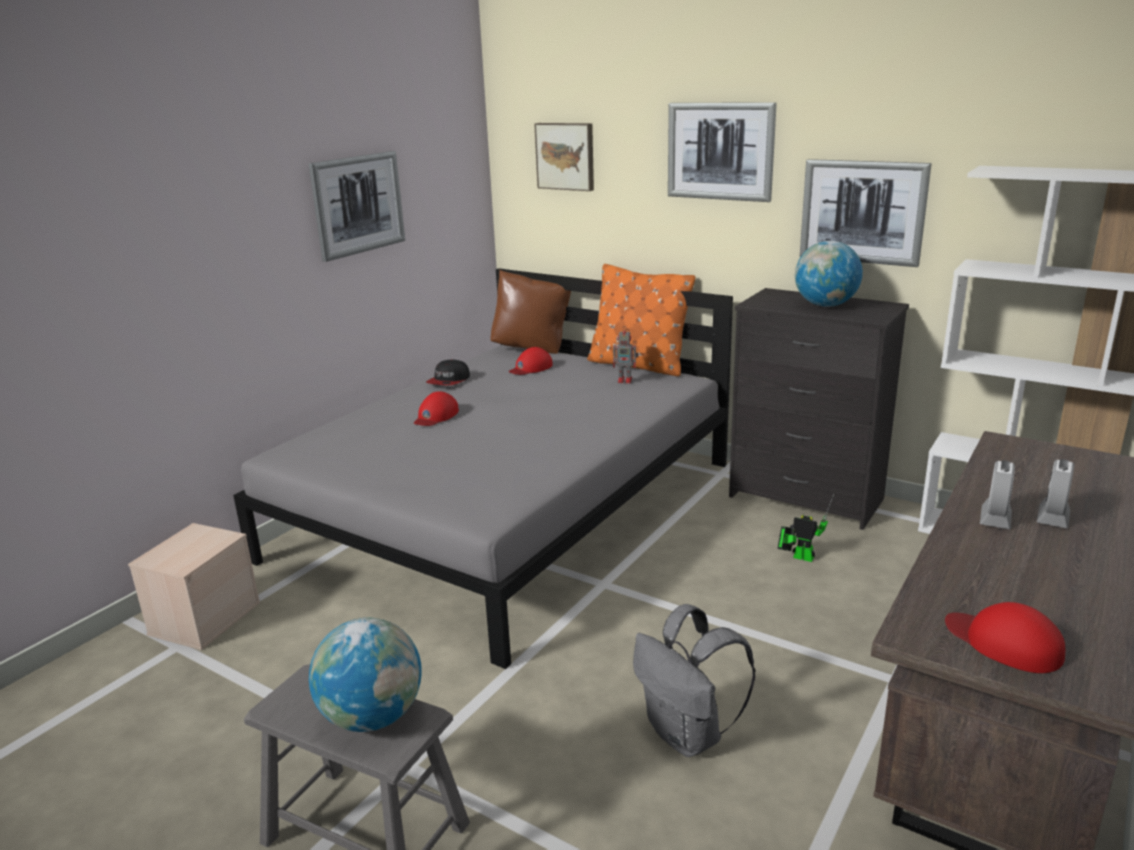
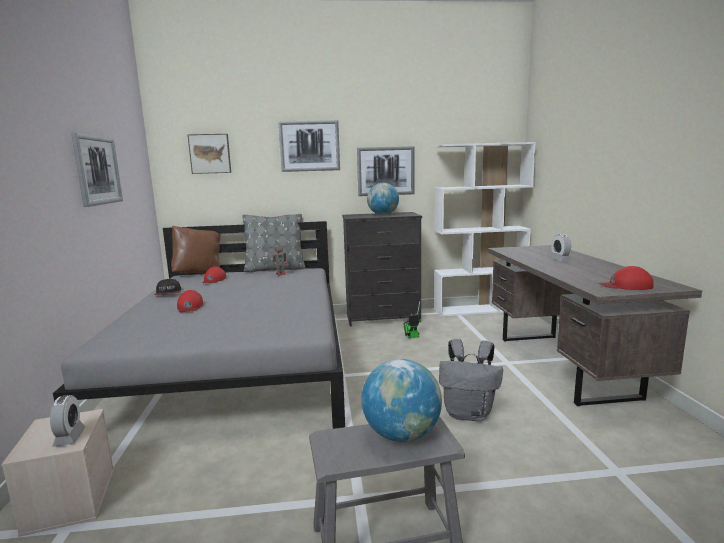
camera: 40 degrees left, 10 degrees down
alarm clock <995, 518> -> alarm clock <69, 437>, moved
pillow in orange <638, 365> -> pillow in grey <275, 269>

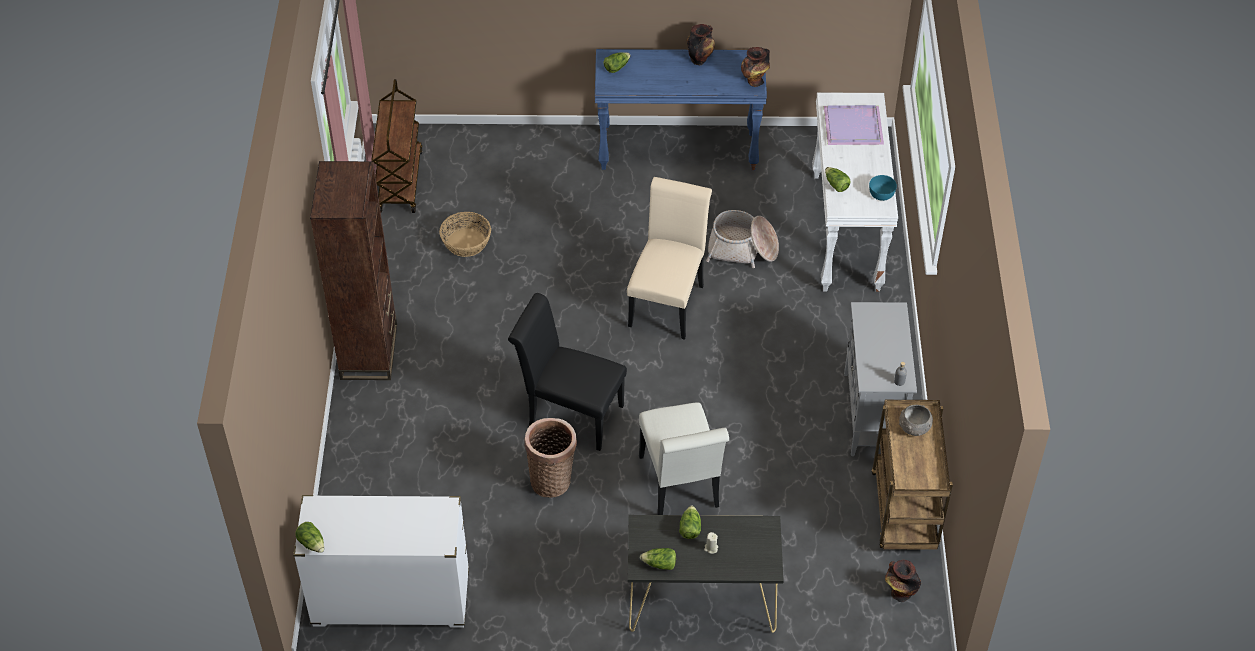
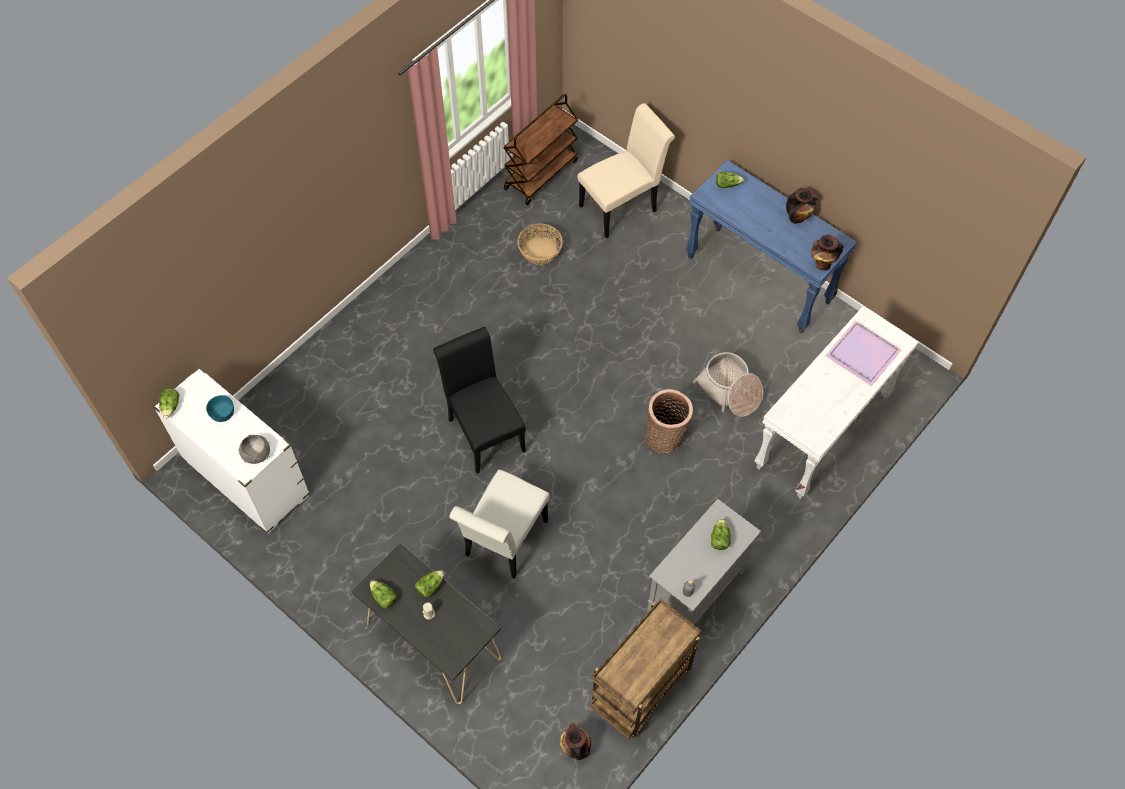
camera: 40 degrees right, 10 degrees up
bowl in turquoise <881, 194> -> bowl in turquoise <222, 413>, moved
bowl in grey <914, 427> -> bowl in grey <256, 454>, moved
chair in beige <668, 301> -> chair in beige <622, 206>, moved
basket <552, 479> -> basket <665, 438>, moved
lettuce <836, 185> -> lettuce <719, 538>, moved
bookcase in brown <369, 351> -> none

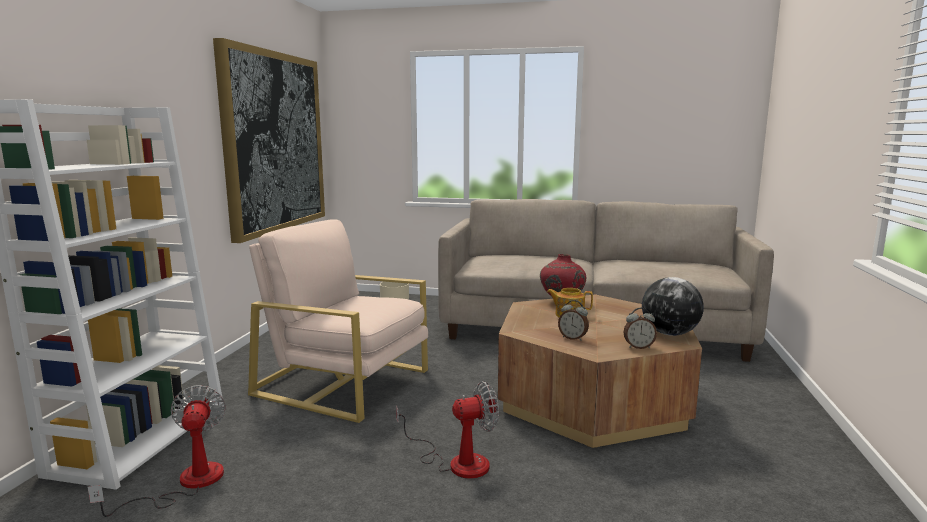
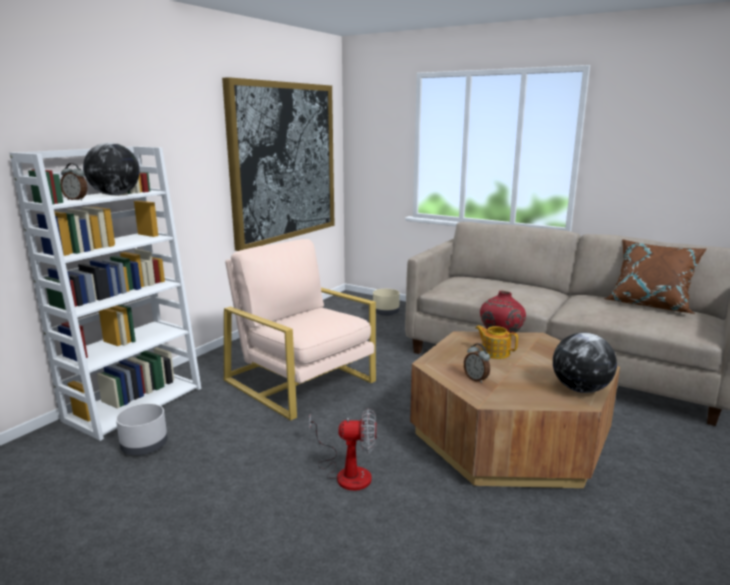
camera: 20 degrees right, 5 degrees up
alarm clock <638, 347> -> alarm clock <76, 199>, moved
none -> globe <115, 195>
fan <186, 484> -> planter in grey <144, 446>
none -> pillow in brown <650, 304>

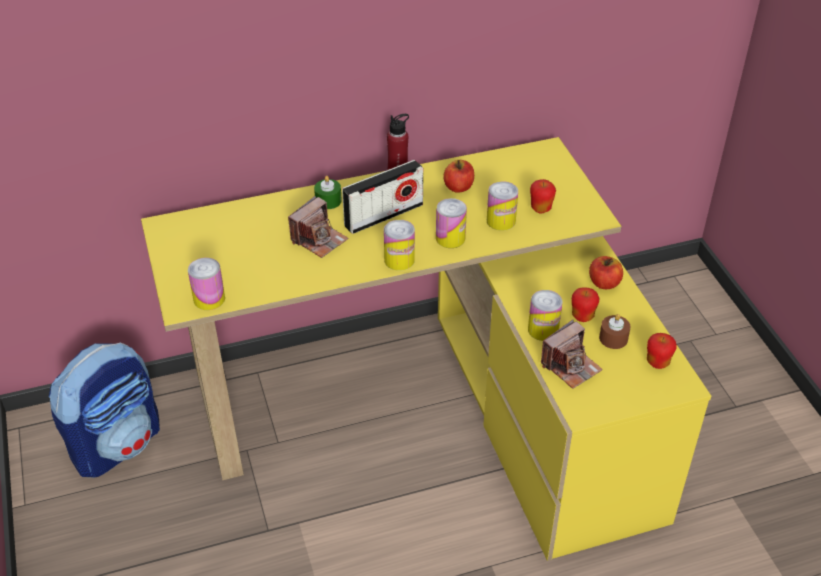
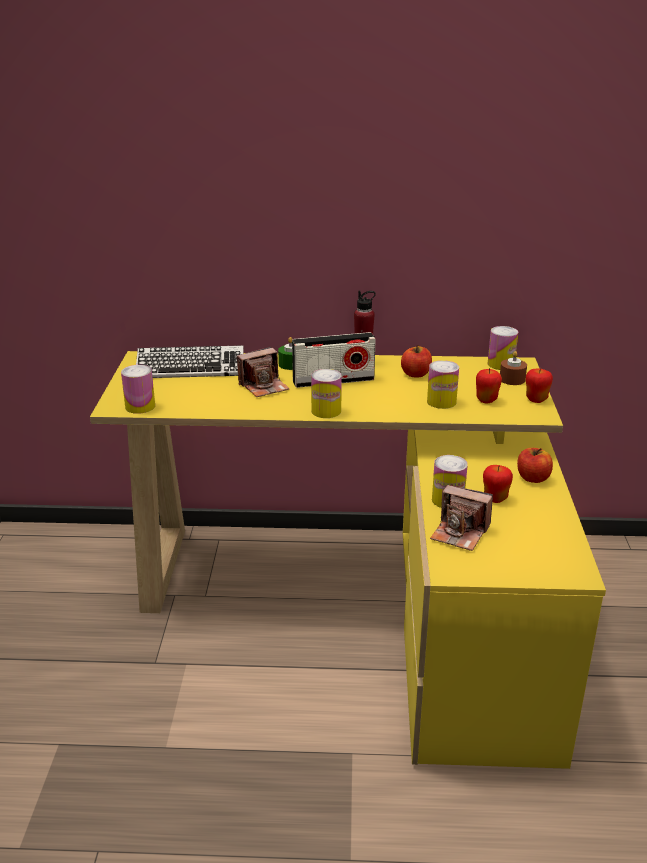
camera: 20 degrees right, 15 degrees down
none -> keyboard <190, 369>
photo camera <570, 366> -> photo camera <460, 533>, 45 degrees clockwise
can <450, 238> -> can <501, 364>, moved
candle in brown <613, 338> -> candle in brown <512, 379>, moved
apple <657, 363> -> apple <536, 399>, moved
backpack <117, 443> -> none

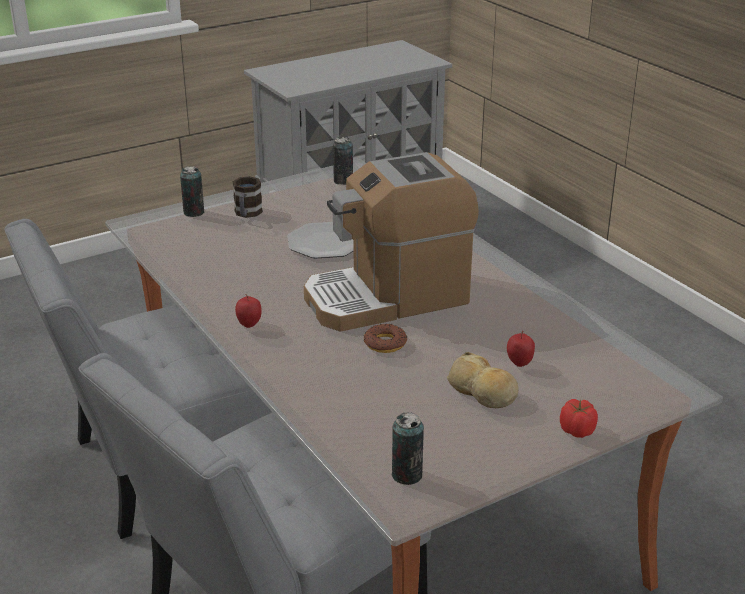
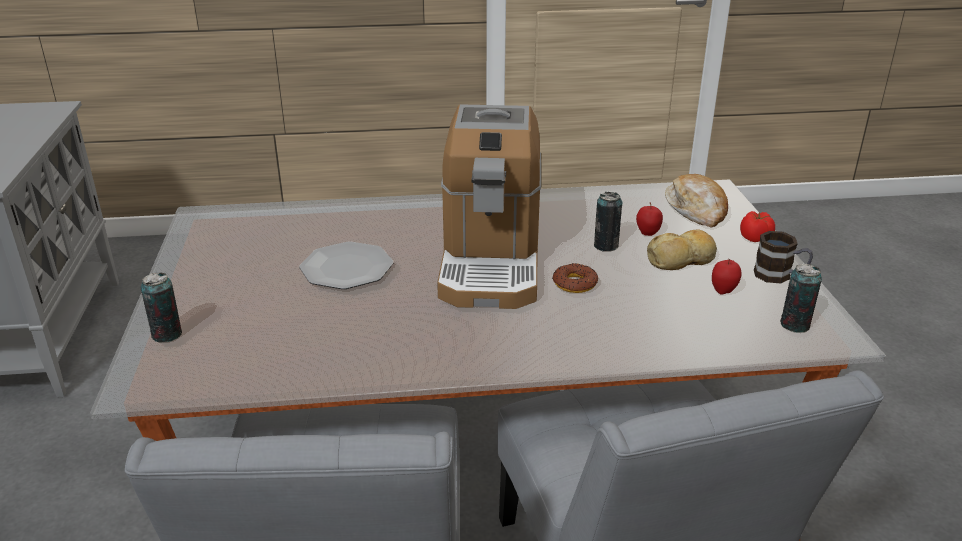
camera: 65 degrees left, 0 degrees up
can <343, 181> -> can <606, 246>, moved
none -> bread <697, 210>
apple <249, 325> -> apple <723, 291>, moved
mug <247, 214> -> mug <779, 276>, moved

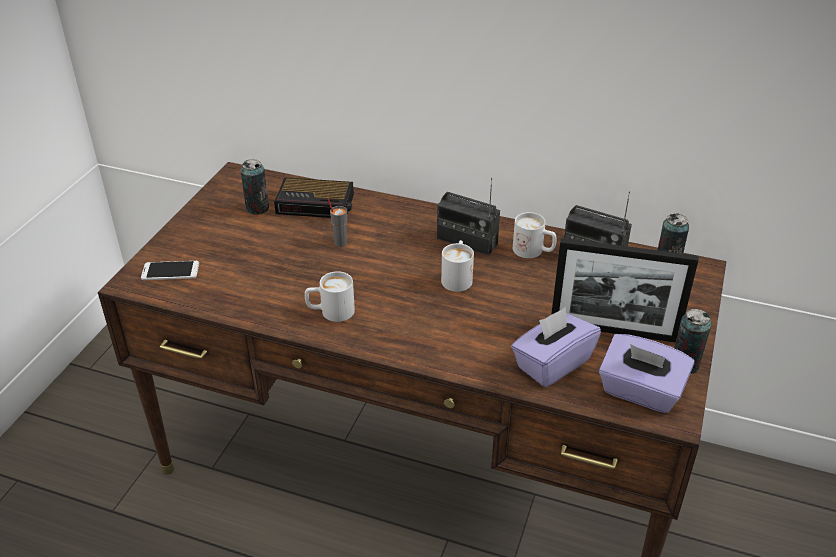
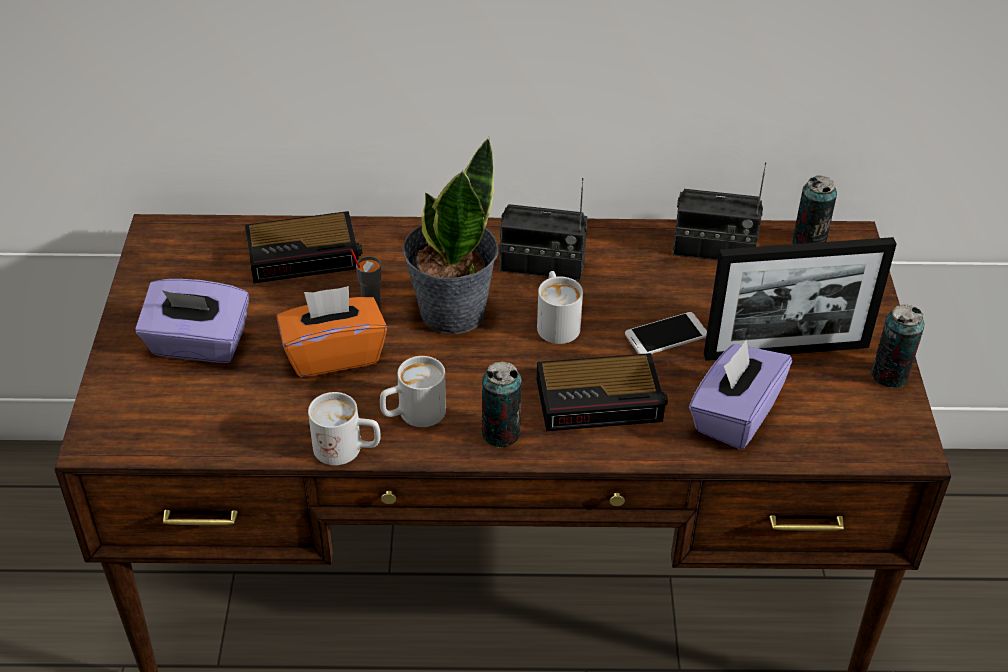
camera: 20 degrees left, 5 degrees up
tissue box in purple <640, 392> -> tissue box in purple <198, 345>, moved
none -> tissue box in orange <334, 354>
mug in white <533, 251> -> mug in white <347, 449>, moved
none -> potted plant <451, 311>
can <257, 208> -> can <501, 433>, moved
none -> alarm clock <601, 400>
phone <170, 271> -> phone <666, 335>, moved

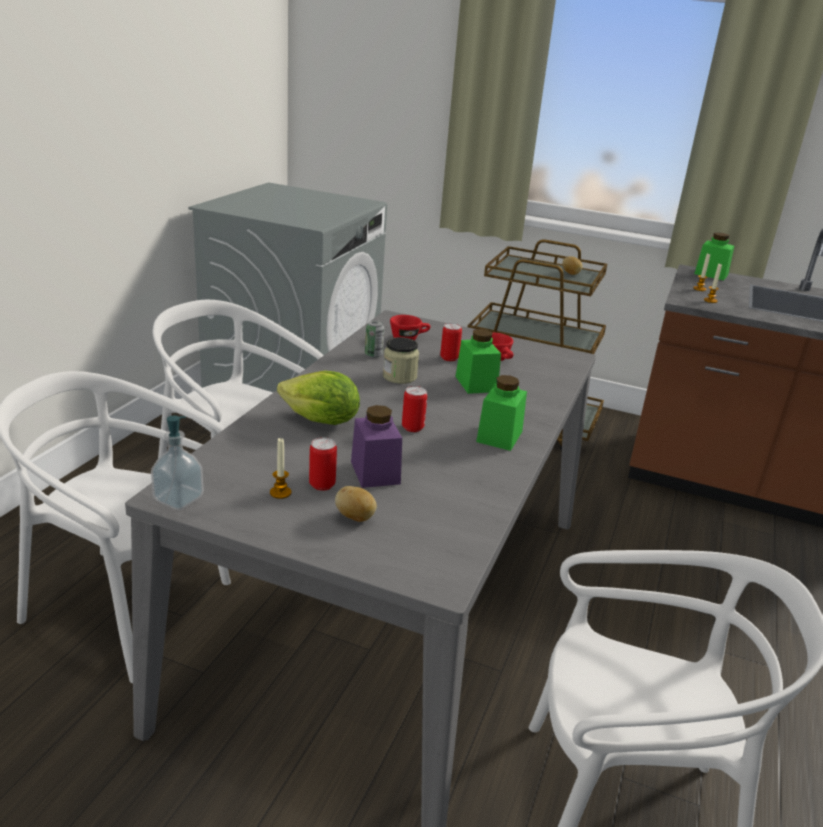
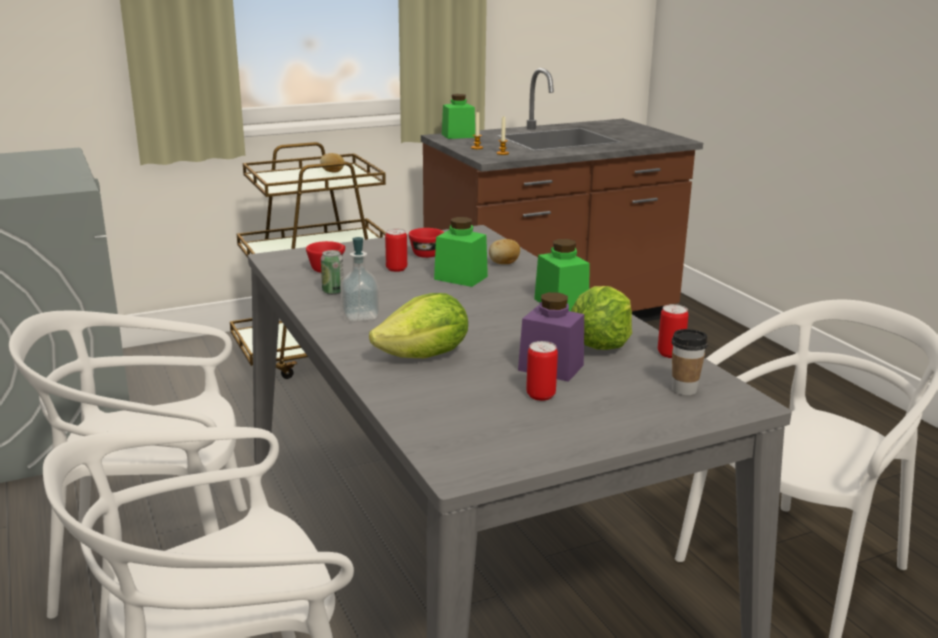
camera: 45 degrees left, 5 degrees down
soap dispenser <178, 499> -> soap dispenser <360, 316>, moved
potato <355, 517> -> potato <504, 264>, moved
none -> lettuce <601, 344>
can <412, 427> -> can <670, 353>, moved
none -> cup <684, 390>
candle <280, 493> -> none
jar <399, 376> -> none

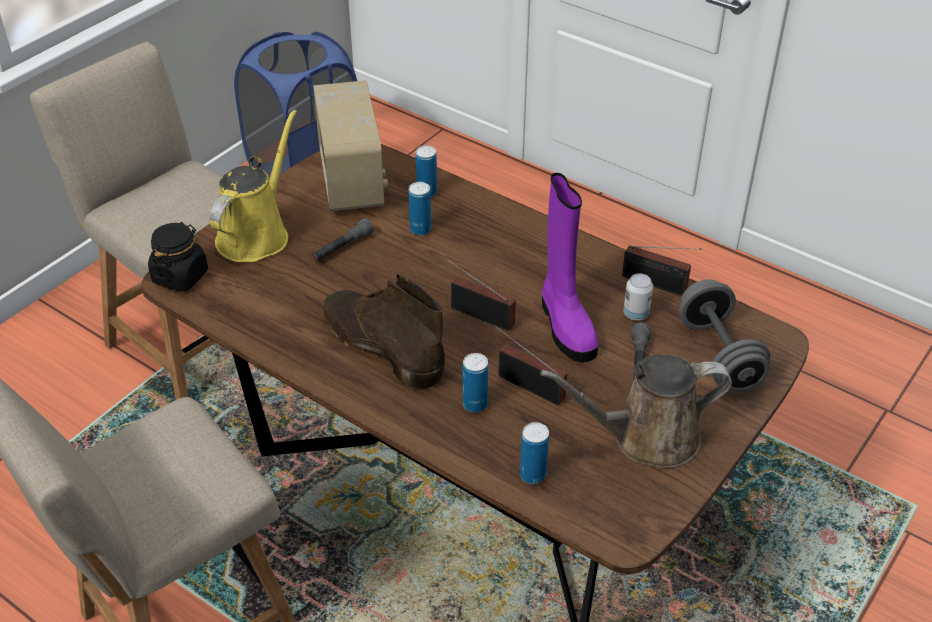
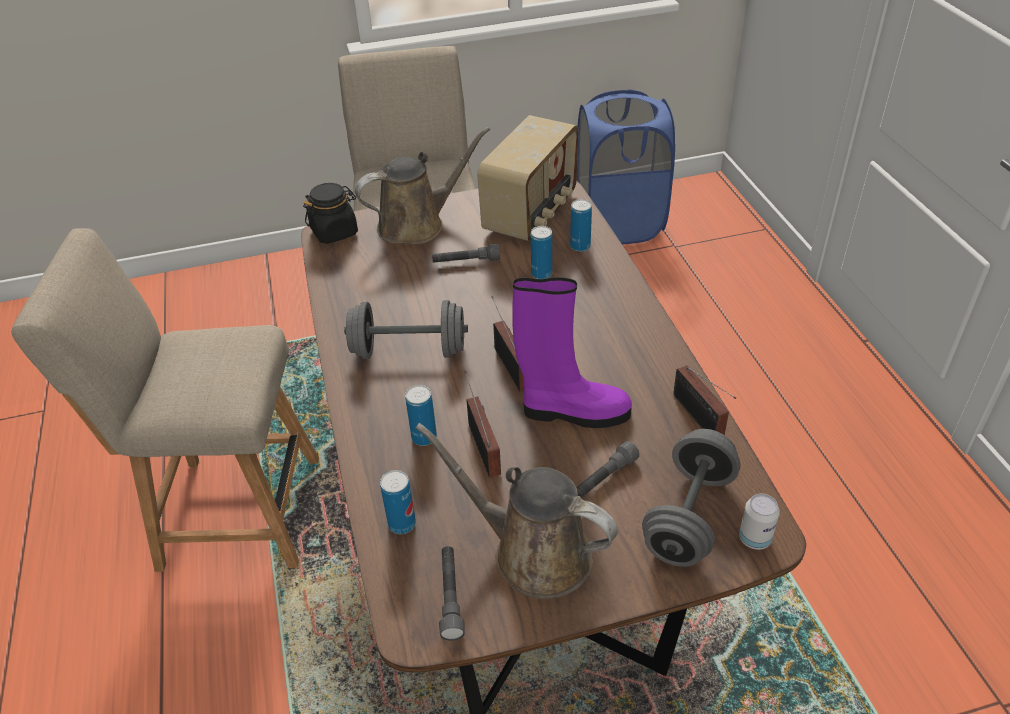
camera: 40 degrees right, 0 degrees up
boot in brown <381, 345> -> dumbbell in grey <409, 350>
watering can in yellow <256, 234> -> watering can in brown <417, 224>
none -> flashlight in grey <450, 597>
boot in purple <565, 326> -> boot in purple <572, 412>, 105 degrees counterclockwise
can <636, 314> -> can <754, 539>, moved

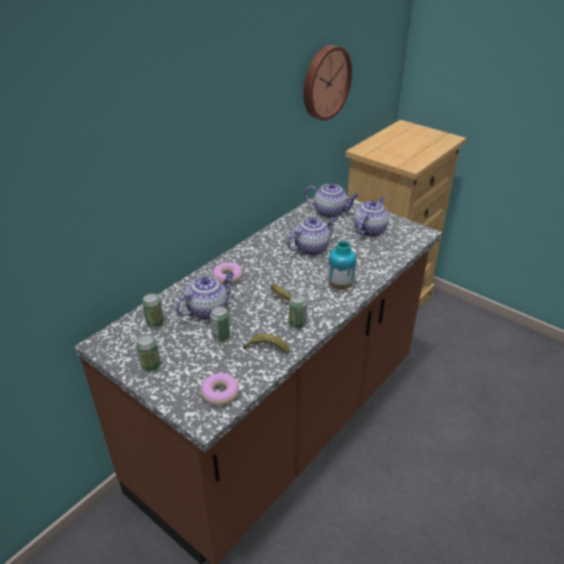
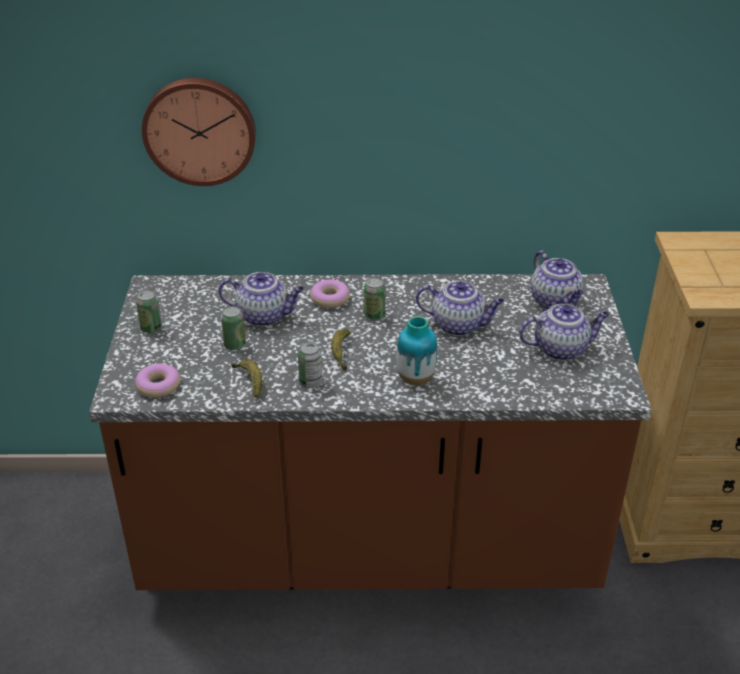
camera: 50 degrees right, 0 degrees up
wall clock <324, 82> -> wall clock <200, 130>, moved
can <155, 323> -> can <374, 315>, moved

